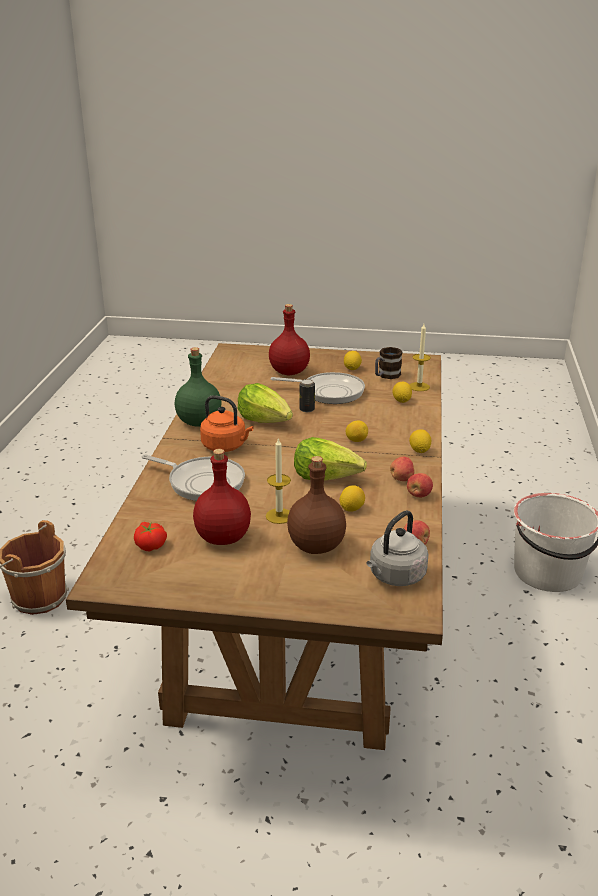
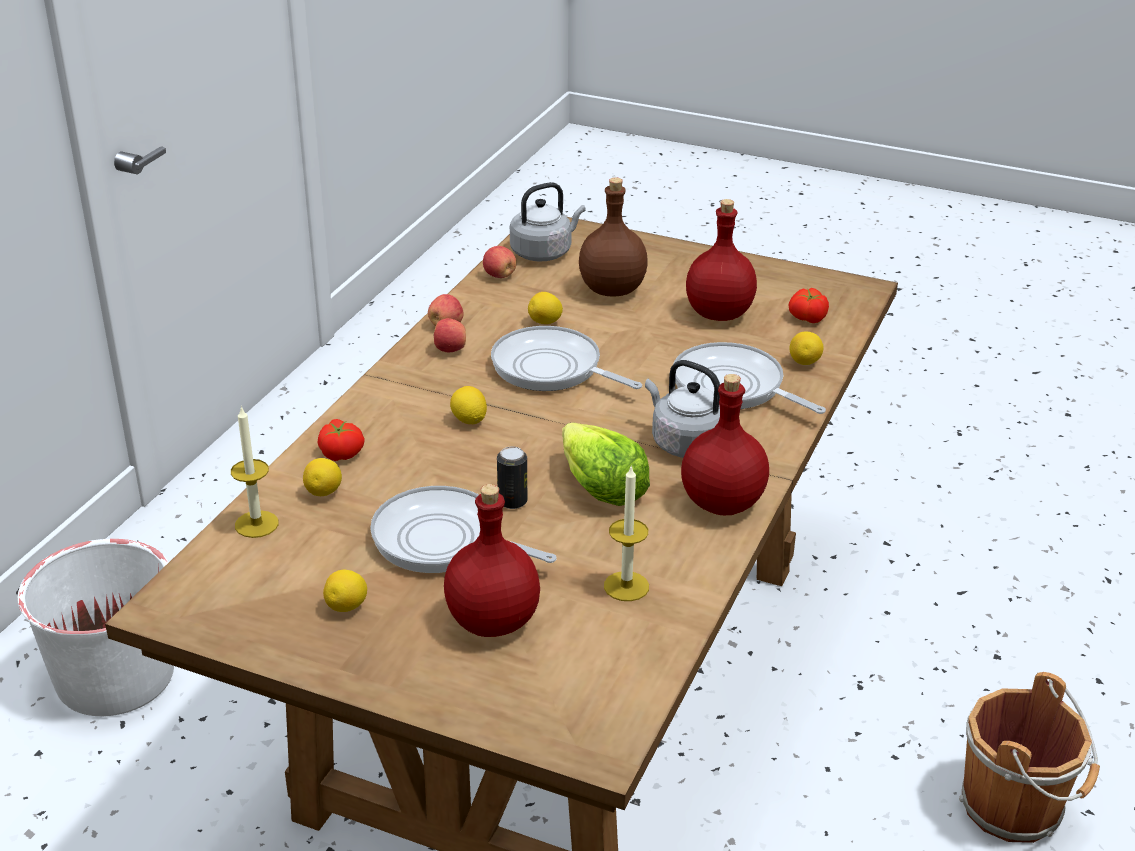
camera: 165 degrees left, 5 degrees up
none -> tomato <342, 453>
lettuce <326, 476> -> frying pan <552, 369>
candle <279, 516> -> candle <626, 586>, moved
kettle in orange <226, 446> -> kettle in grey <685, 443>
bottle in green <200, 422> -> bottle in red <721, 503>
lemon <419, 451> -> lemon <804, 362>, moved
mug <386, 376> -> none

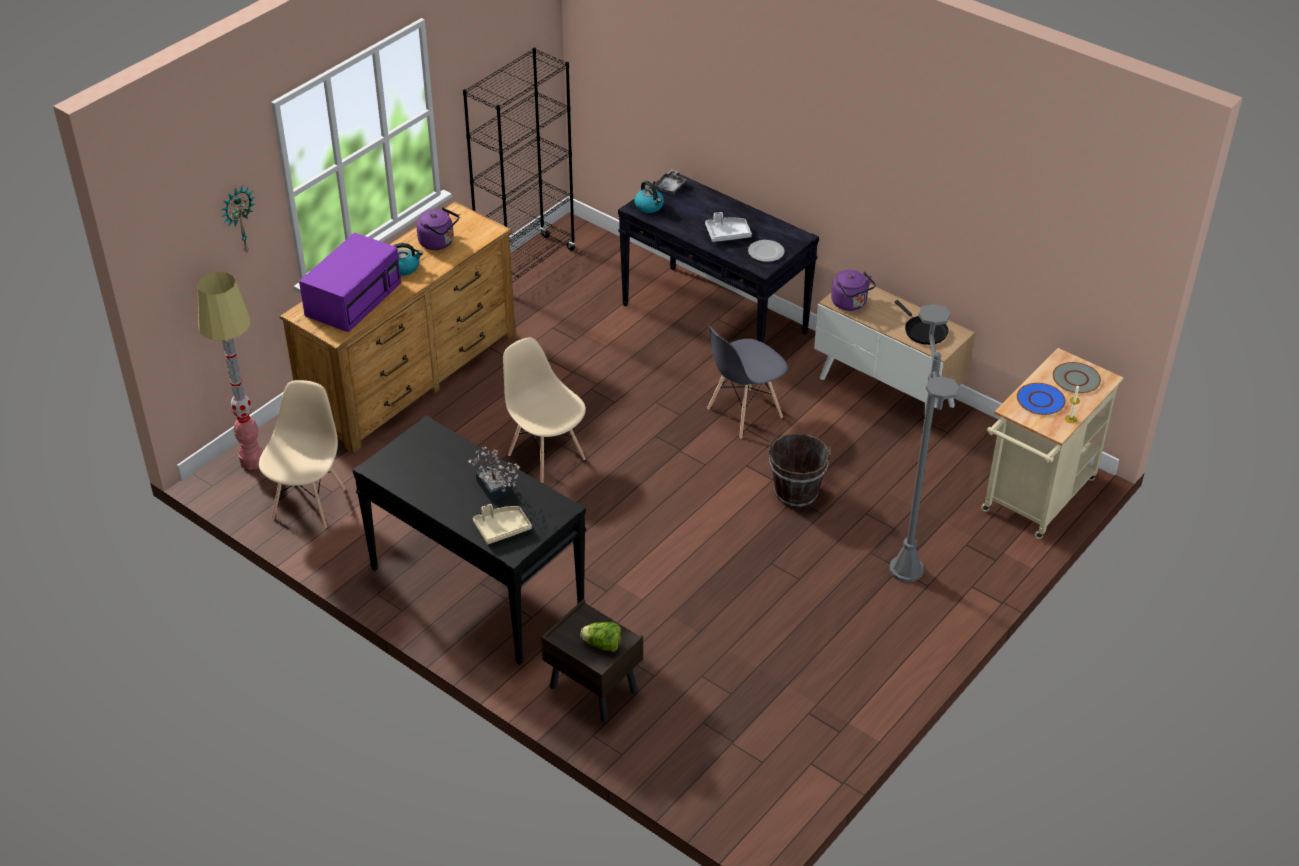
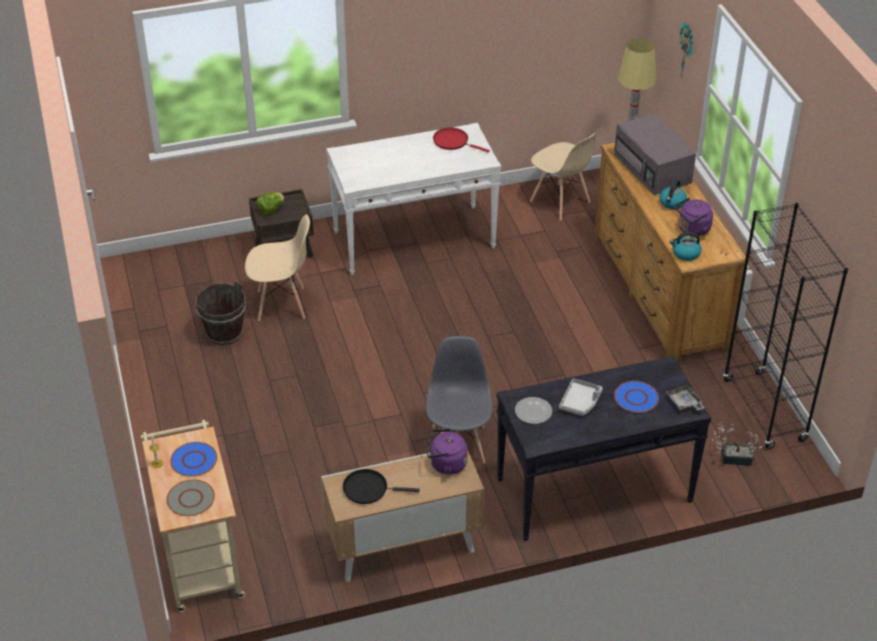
camera: 125 degrees right, 0 degrees up
bucket in brown <796, 493> -> bucket in brown <224, 333>, moved
chair in beige <546, 456> -> chair in beige <281, 304>, moved
console table in black <475, 587> -> console table in white <414, 239>
none -> frying pan in red <453, 142>
microwave in purple <354, 298> -> microwave in grey <653, 169>
none -> plate in blue <636, 397>
kettle <649, 206> -> kettle <685, 254>, moved
potted plant <495, 490> -> potted plant <732, 457>, moved
tray in beige <502, 528> -> none
floor lamp in grey <906, 569> -> none

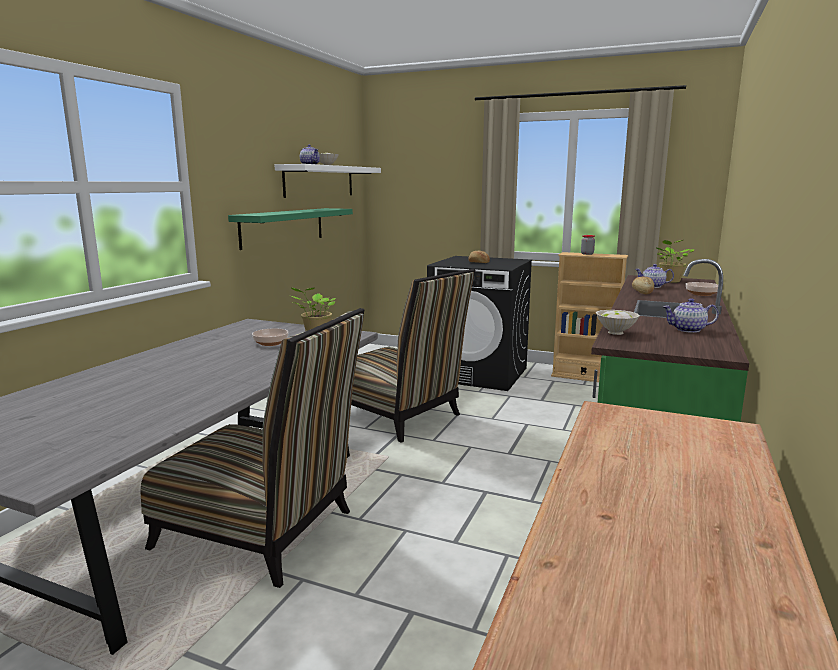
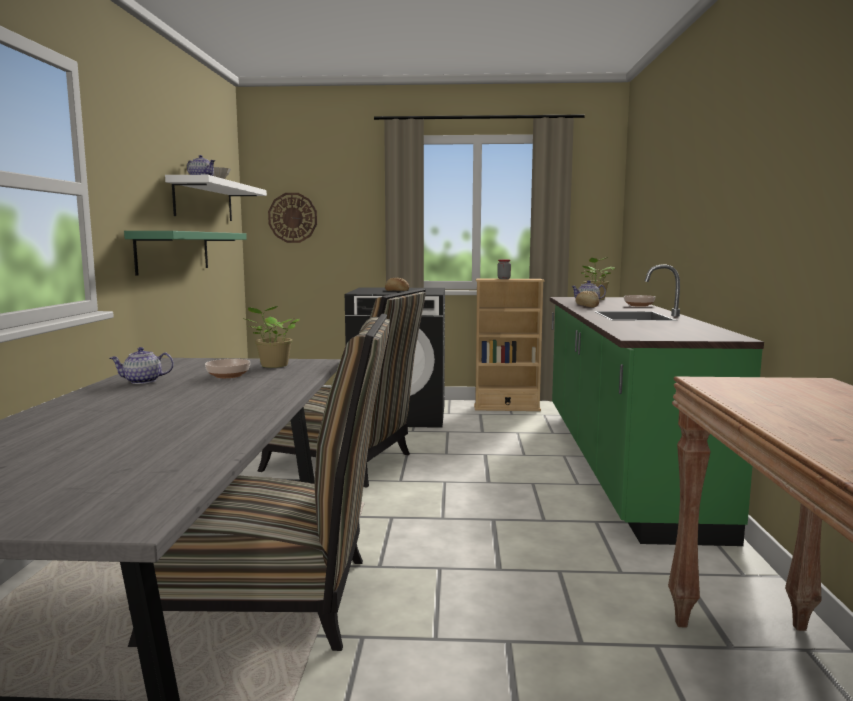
camera: 20 degrees left, 5 degrees down
teapot <688, 330> -> teapot <142, 381>, moved
none -> wall clock <292, 217>
bowl in white <616, 332> -> none

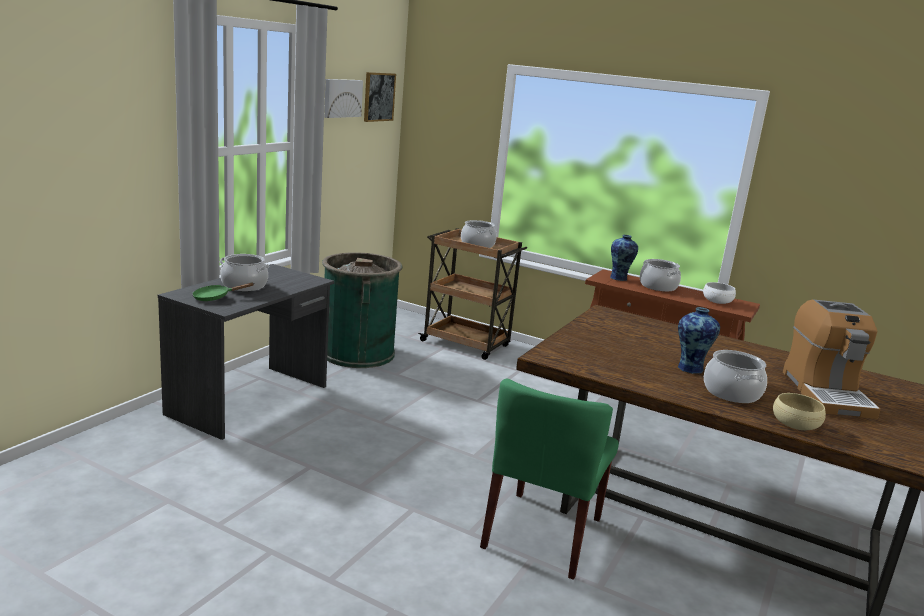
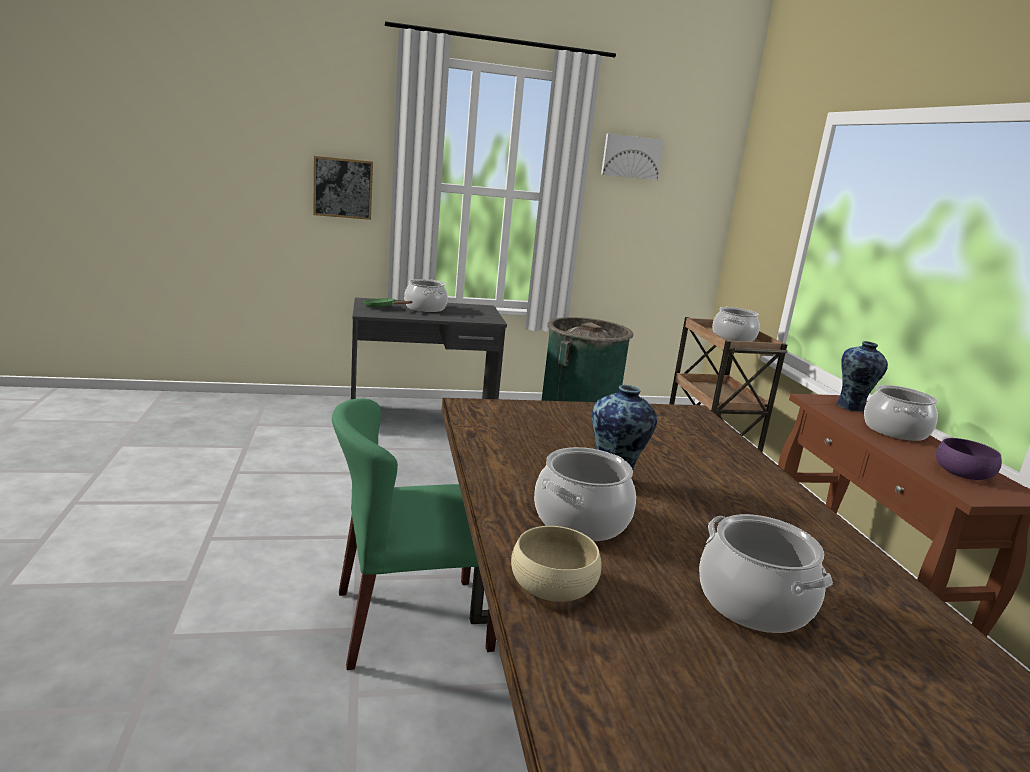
camera: 50 degrees right, 0 degrees up
picture <378, 97> -> picture <343, 188>, moved
coffee machine <826, 393> -> cooking pot <754, 602>
bowl in white <717, 301> -> bowl in purple <963, 473>

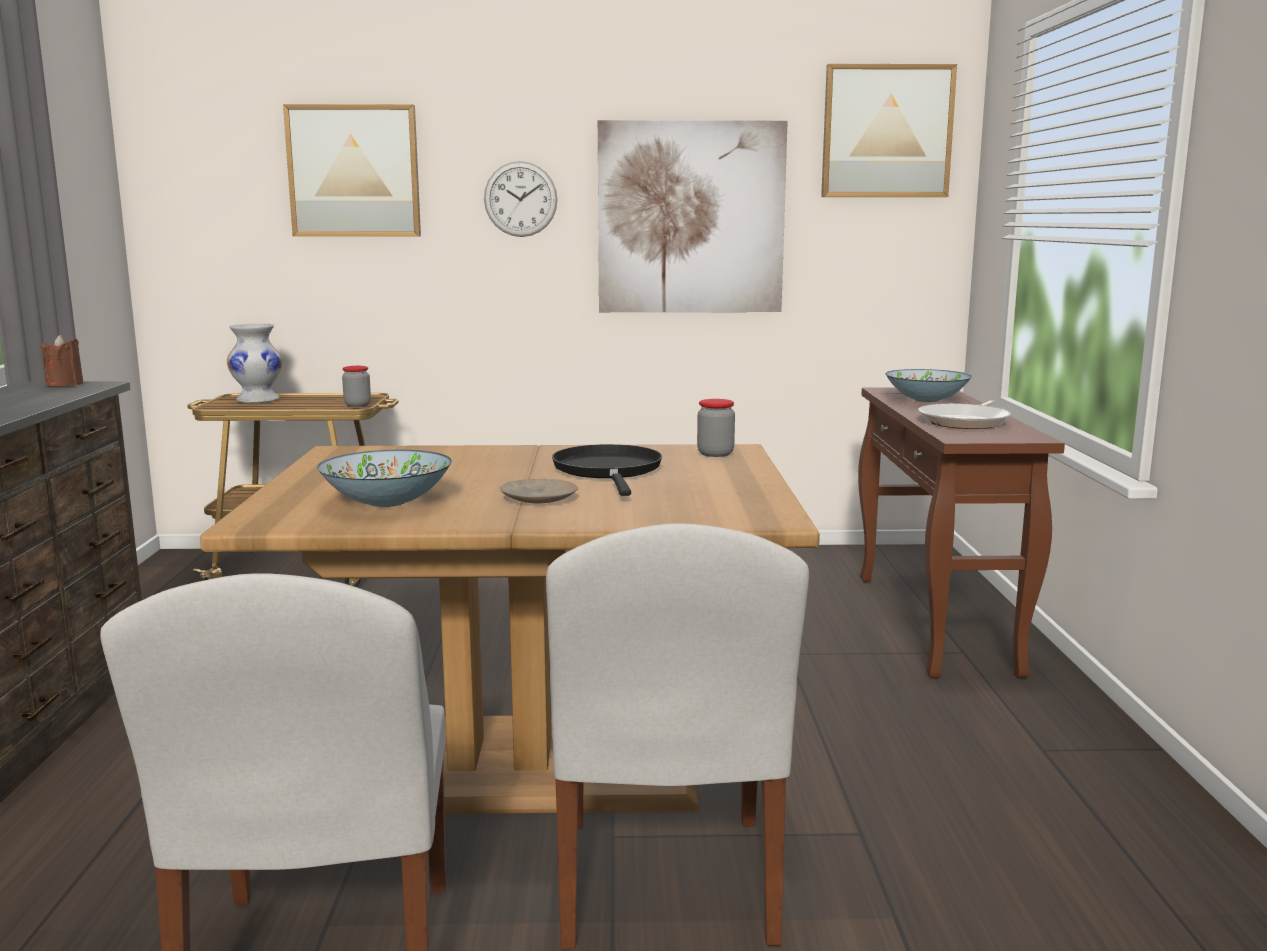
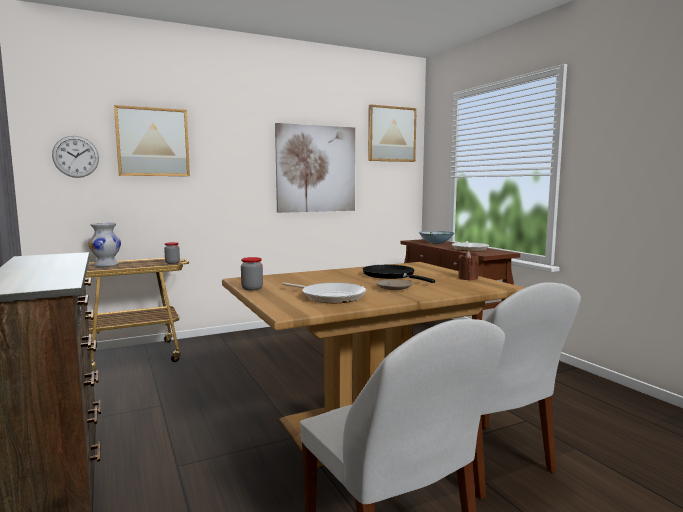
camera: 25 degrees left, 5 degrees down
wall clock <520, 199> -> wall clock <76, 156>, moved
jar <715, 454> -> jar <252, 288>, moved
bowl <388, 502> -> frying pan <330, 297>
candle in brown <65, 384> -> candle in brown <467, 278>, moved

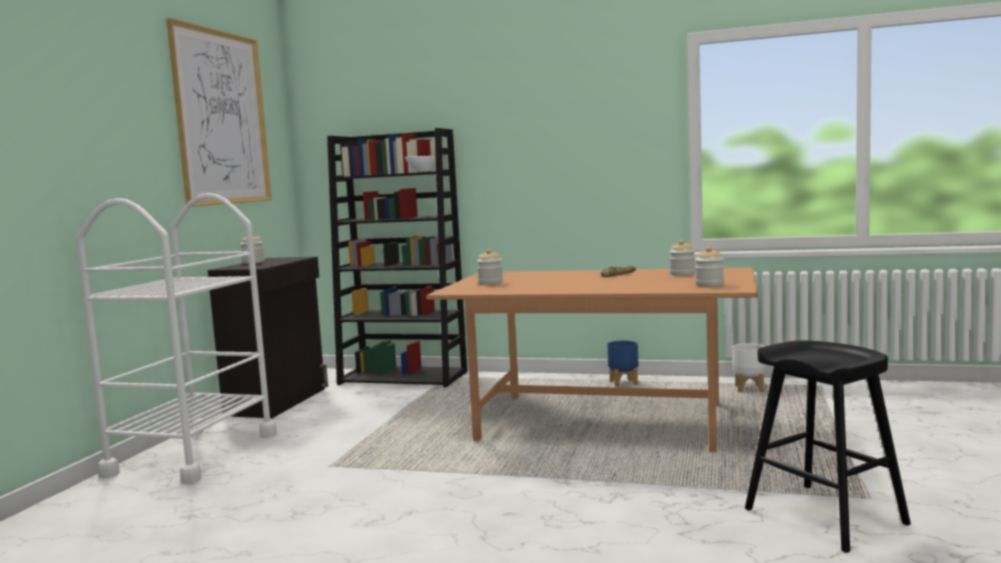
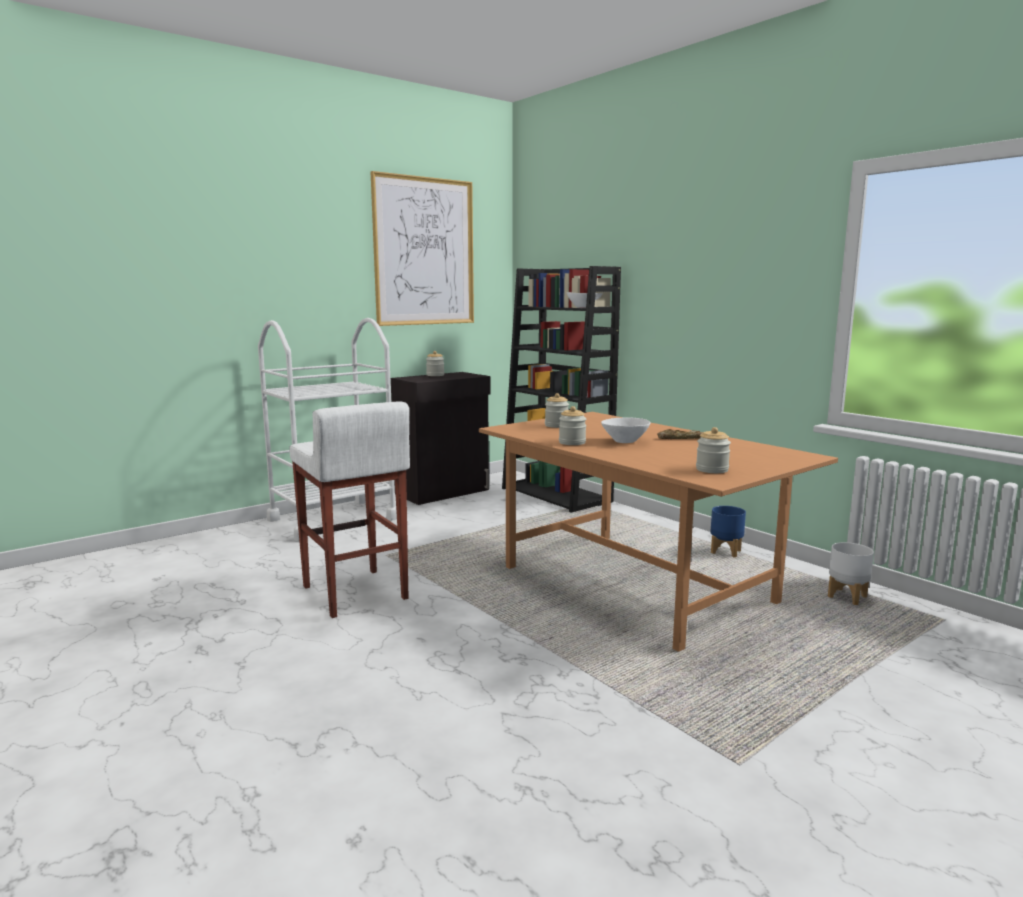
camera: 35 degrees right, 5 degrees up
none -> stool in white <354, 593>
jar <682, 274> -> jar <572, 442>, moved
none -> bowl in white <624, 441>
stool in black <824, 516> -> none

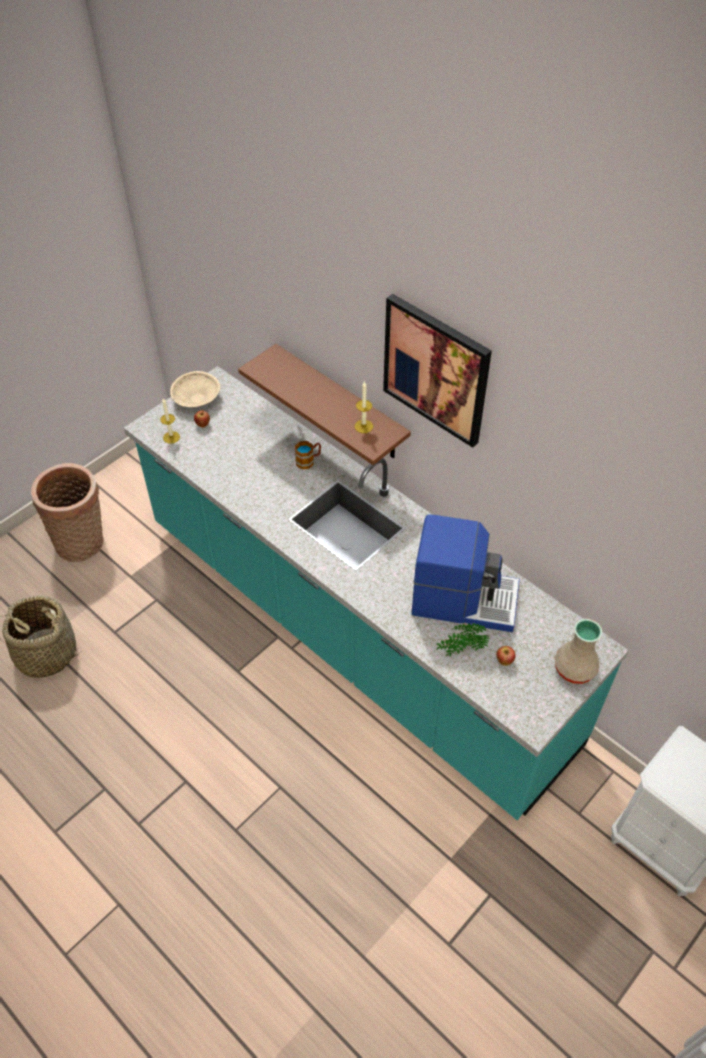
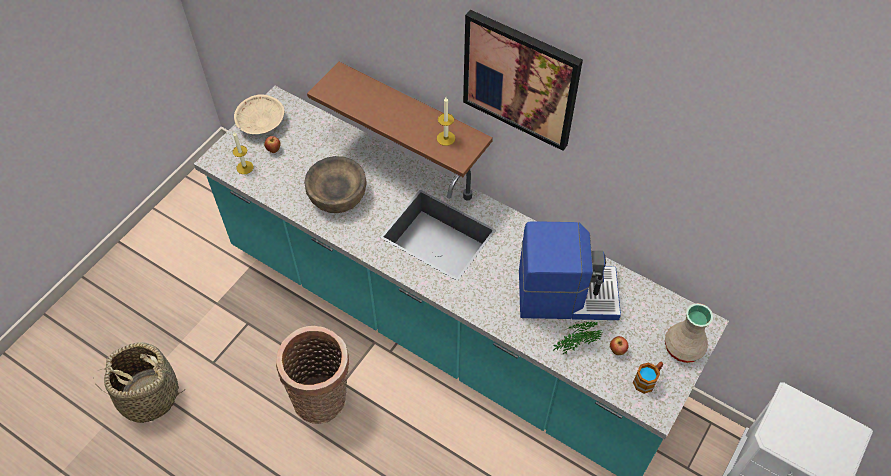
camera: 10 degrees left, 5 degrees up
basket <83, 542> -> basket <323, 398>, moved
none -> bowl in brown <337, 195>
mug <308, 460> -> mug <647, 380>, moved

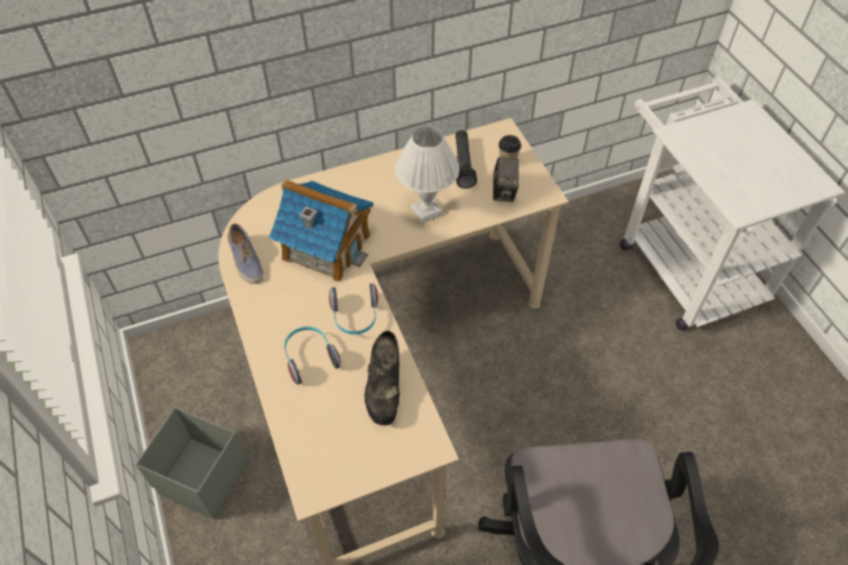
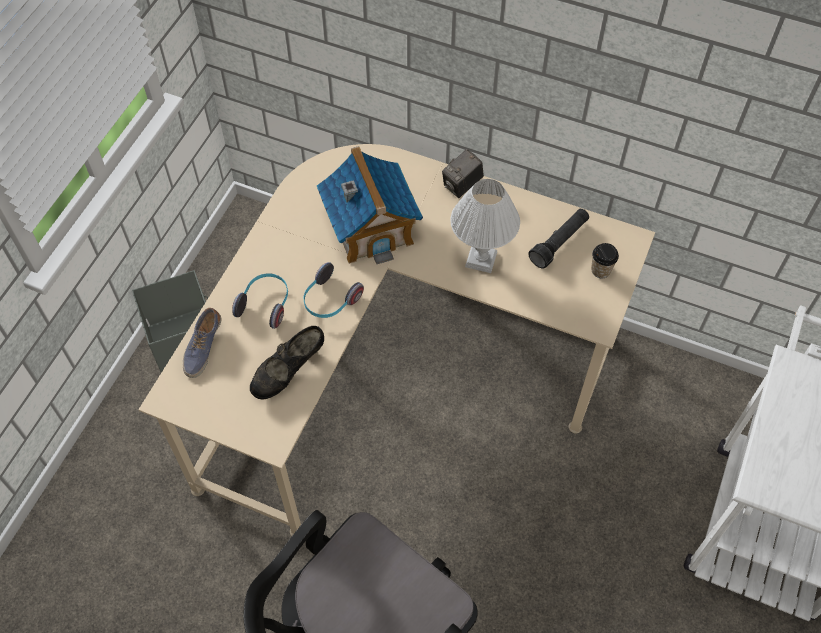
camera: 45 degrees right, 5 degrees up
shoe <245, 261> -> shoe <202, 347>, moved
photo camera <504, 192> -> photo camera <462, 185>, moved

